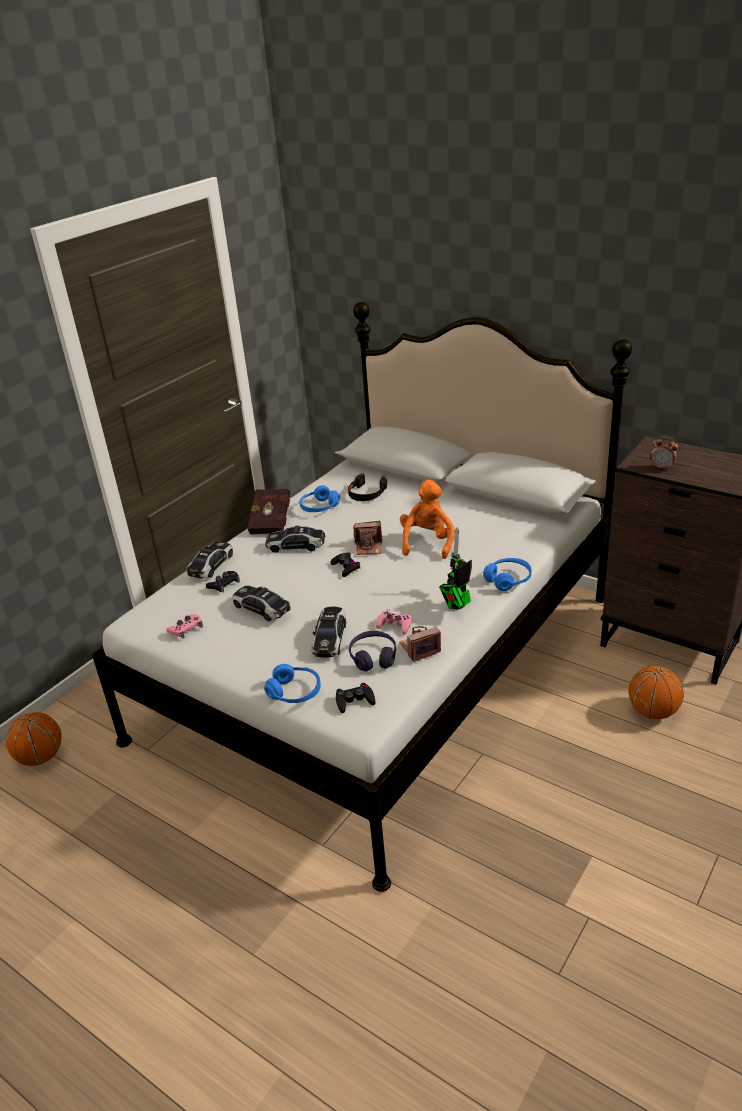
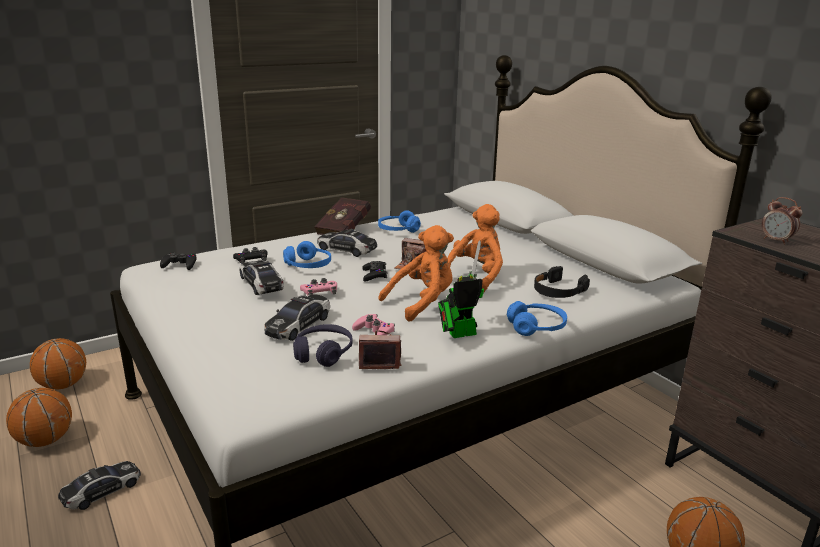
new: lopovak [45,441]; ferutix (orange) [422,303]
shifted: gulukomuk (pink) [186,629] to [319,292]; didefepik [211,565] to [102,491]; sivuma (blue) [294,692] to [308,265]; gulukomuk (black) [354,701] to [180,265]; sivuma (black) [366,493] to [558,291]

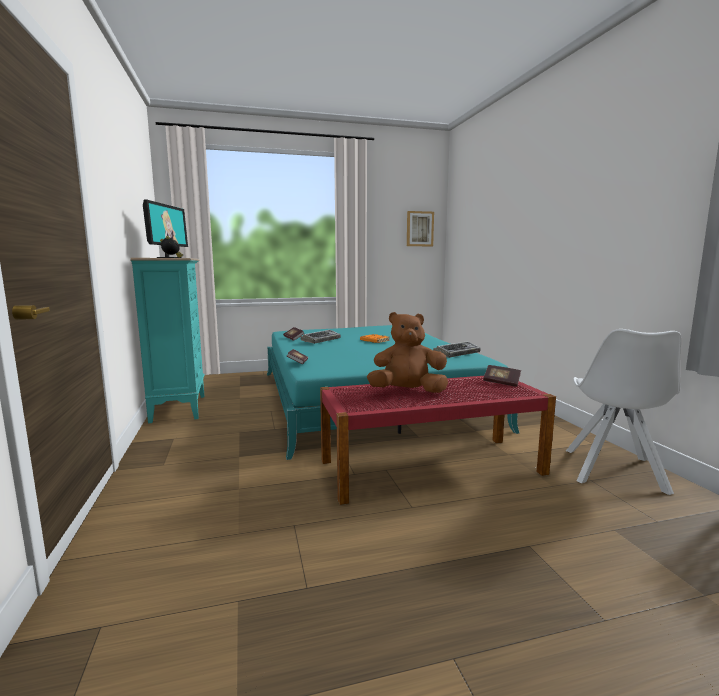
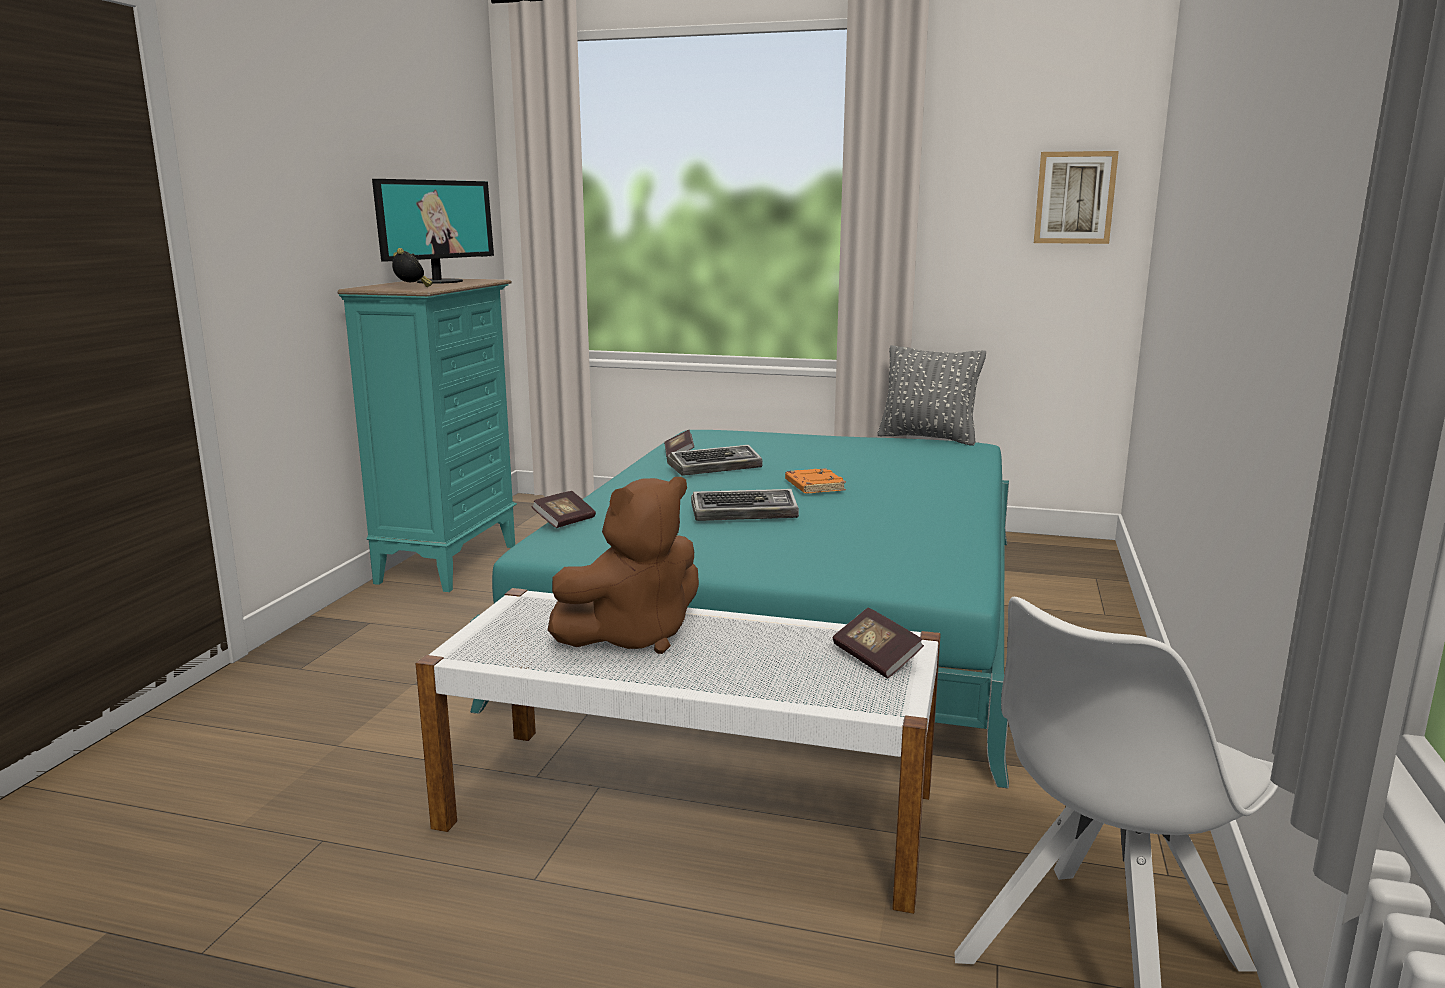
new: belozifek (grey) [928,438]
shifted: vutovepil [457,353] to [745,513]
repainted: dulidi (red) [431,467] to dulidi (white) [689,807]
rotated: ferutix (brown) [407,392] = [633,636] 120 degrees clockwise

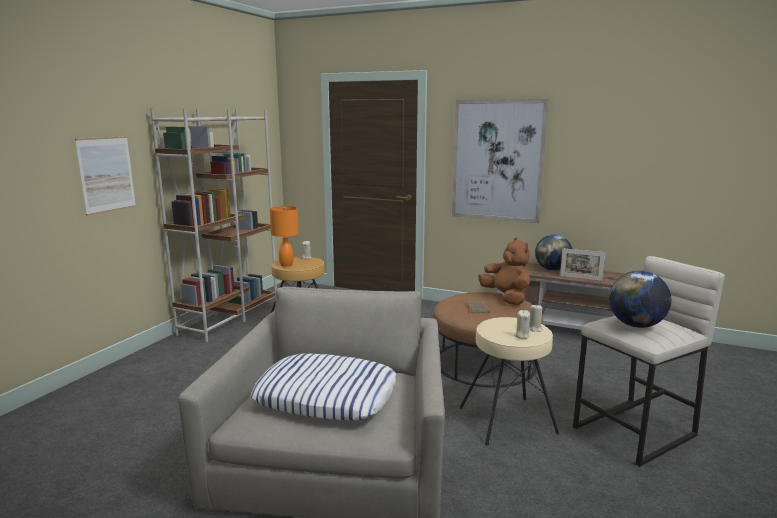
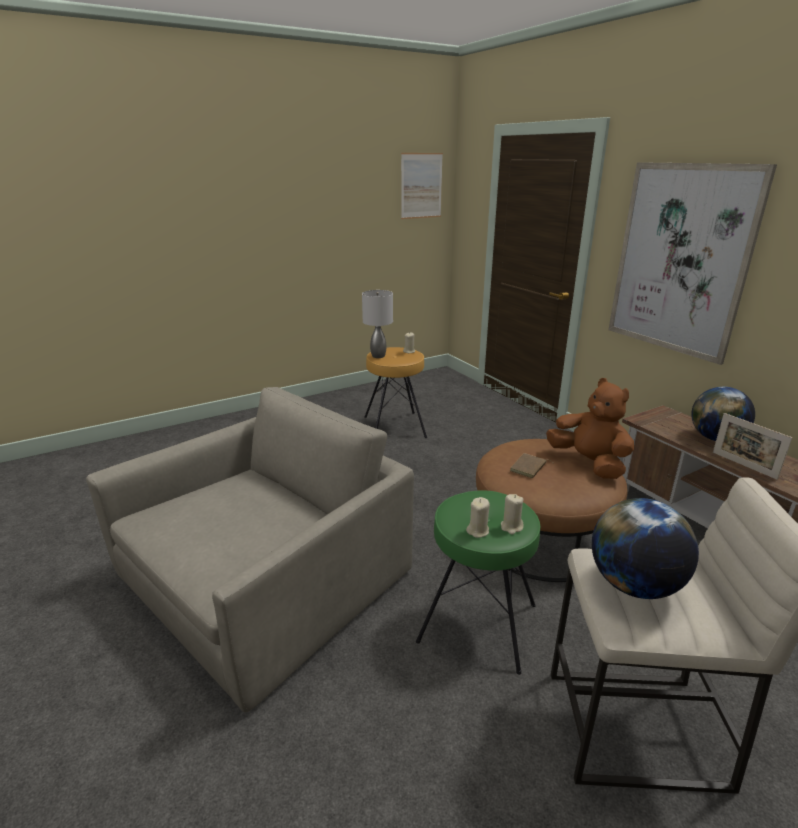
gone: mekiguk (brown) [230,318]; belozifek [327,396]
shifted: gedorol [106,174] to [421,186]
repainted: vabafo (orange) [286,265] to vabafo (grey) [378,356]; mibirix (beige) [507,420] to mibirix (green) [478,624]
rotated: ferutix (brown) [506,298] = [589,463] 45 degrees counterclockwise

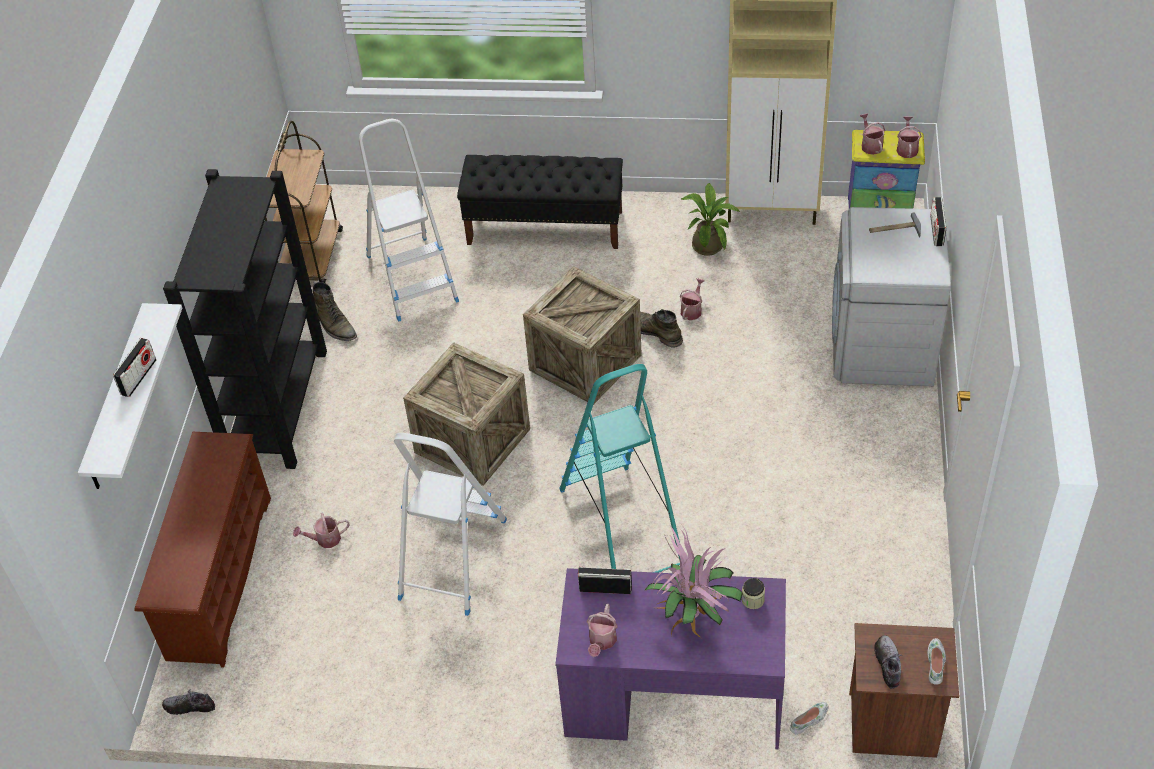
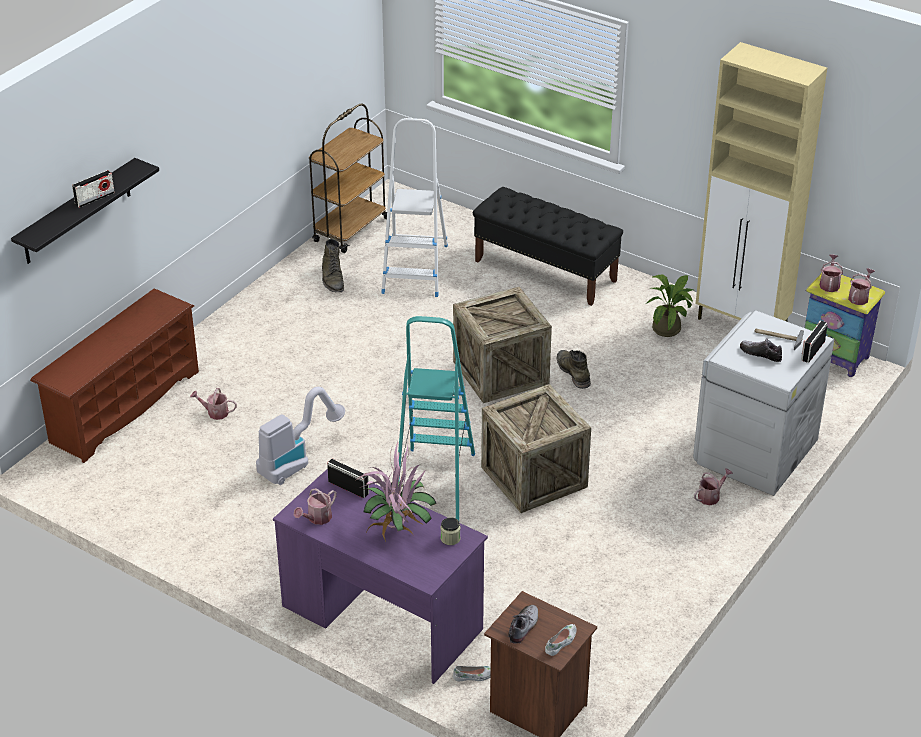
gone: mekiguk (black) [277,406]
shifted: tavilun [189,706] to [760,354]; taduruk [472,440] to [534,477]; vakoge [692,310] to [711,496]
swapped: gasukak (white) [453,557] to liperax [297,460]
repainted: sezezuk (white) [117,399] to sezezuk (black) [77,212]

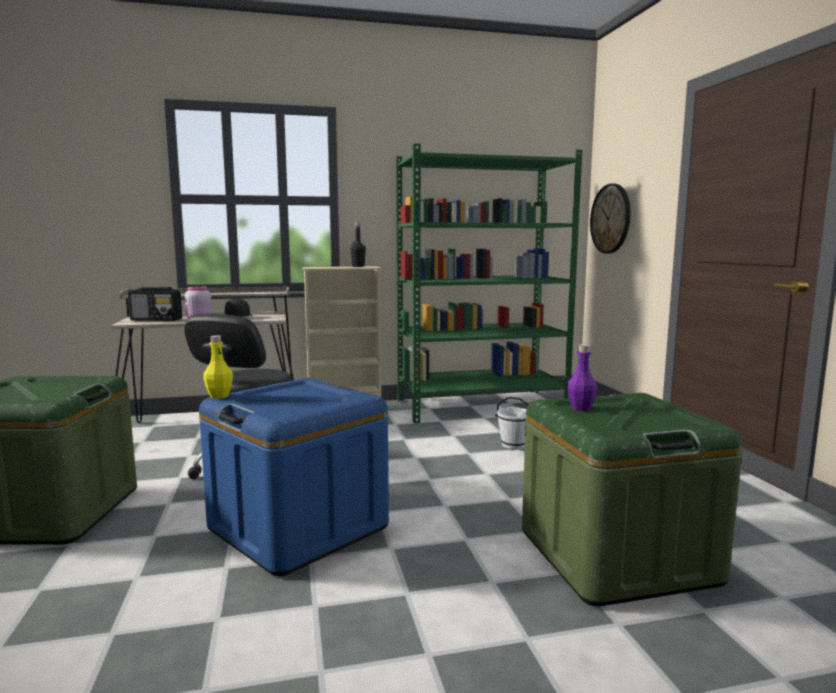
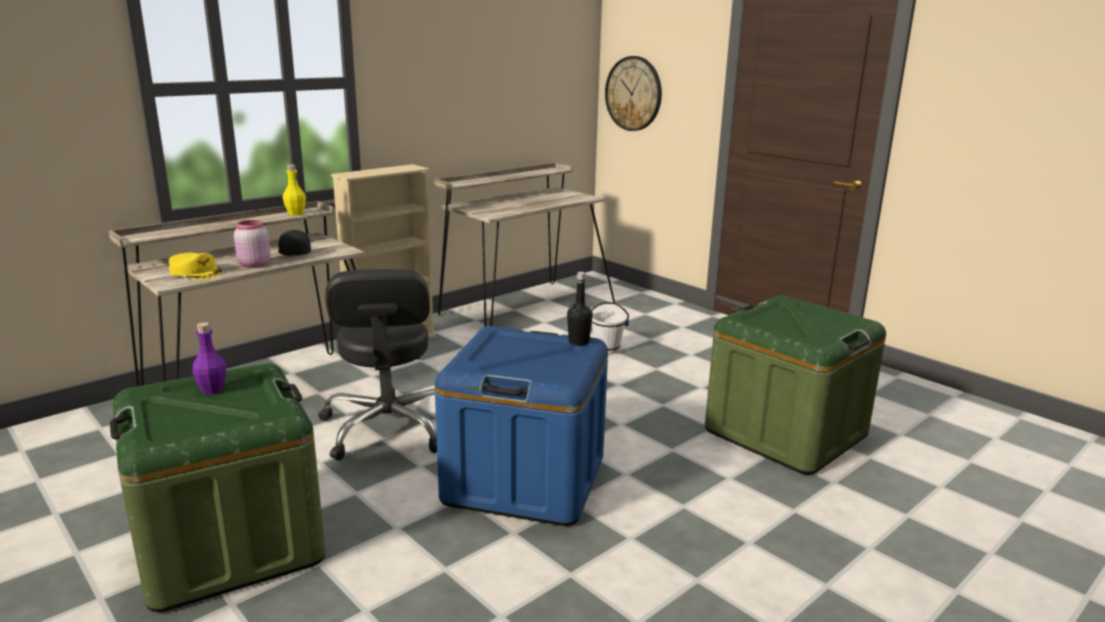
shifted: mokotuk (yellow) [219,396] to [295,214]; mokotuk (black) [358,266] to [578,342]; mokotuk (purple) [581,408] to [212,390]
swapped: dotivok [157,320] to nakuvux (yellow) [196,272]; mekiguk (green) [480,406] to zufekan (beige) [524,308]

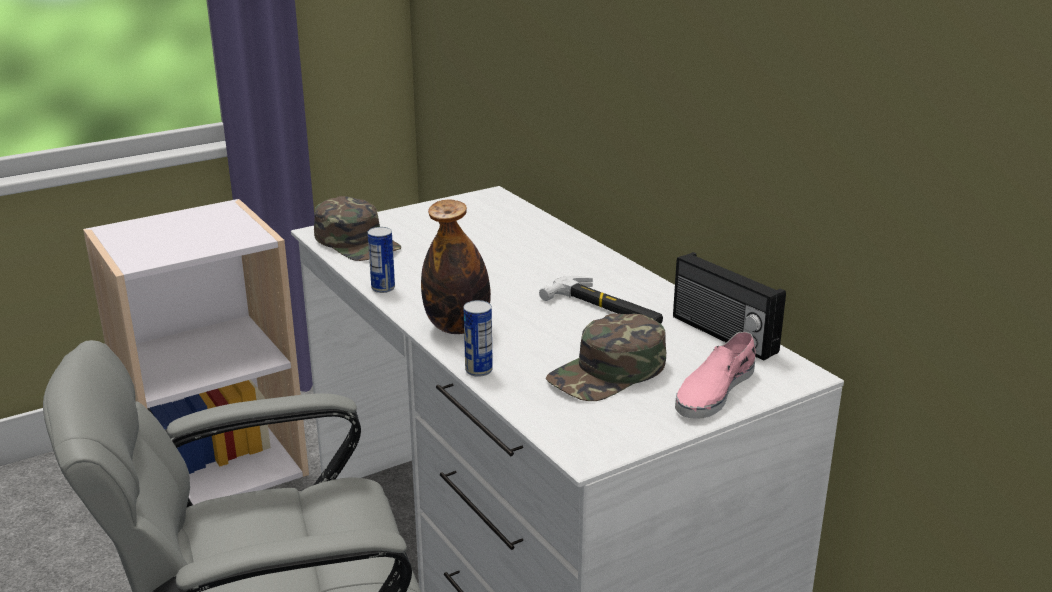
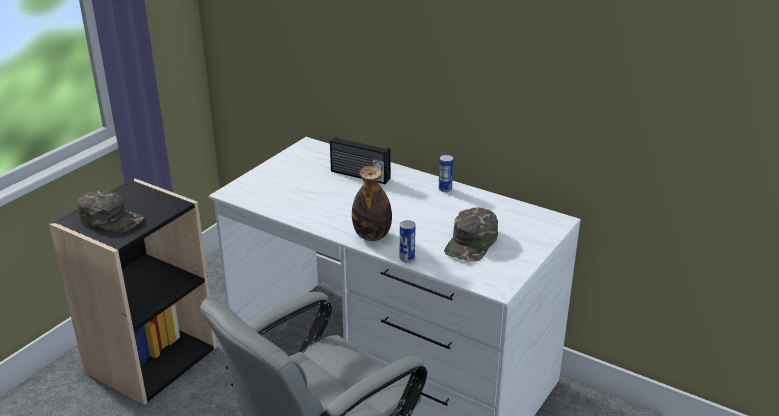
gone: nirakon [605,309]; tavilun (pink) [714,391]
shifted: nakuvux (green) [357,242] to [111,219]; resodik [383,288] to [445,189]; dotivok [722,335] to [359,175]
repainted: mekiguk (white) [218,466] to mekiguk (black) [151,358]

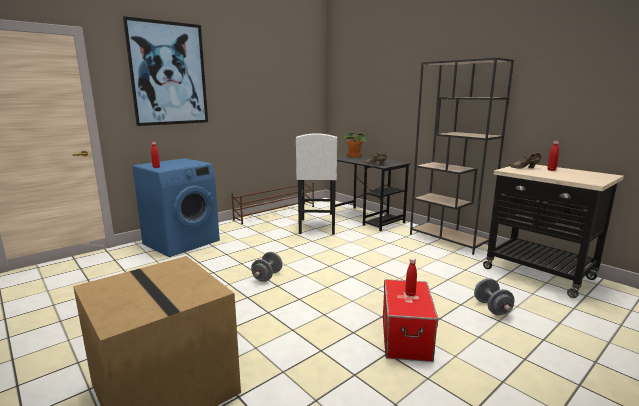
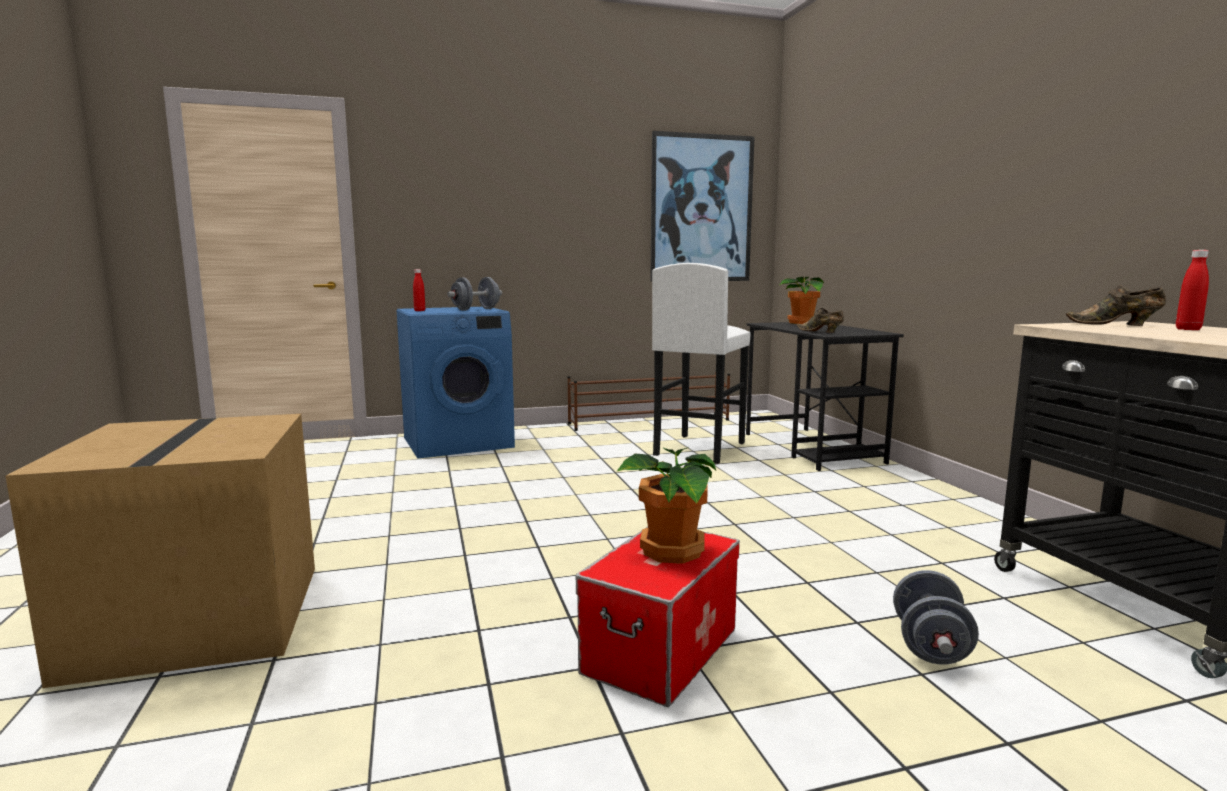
gone: mekiguk [449,240]
shifted: gedorol [168,74] to [701,209]; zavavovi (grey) [267,276] to [476,309]
swapped: mokotuk (red) [410,294] to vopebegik [671,552]

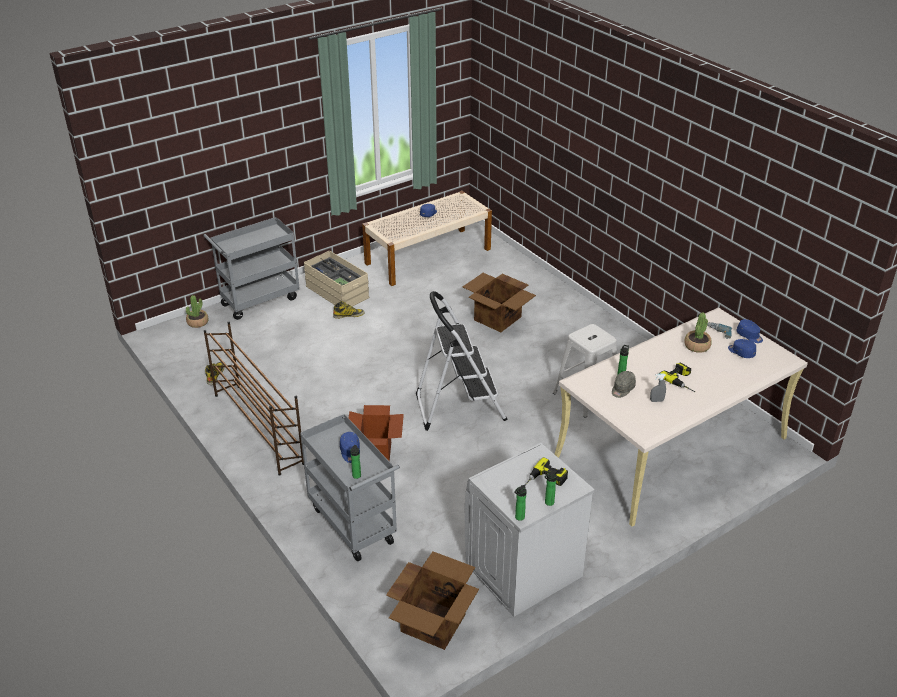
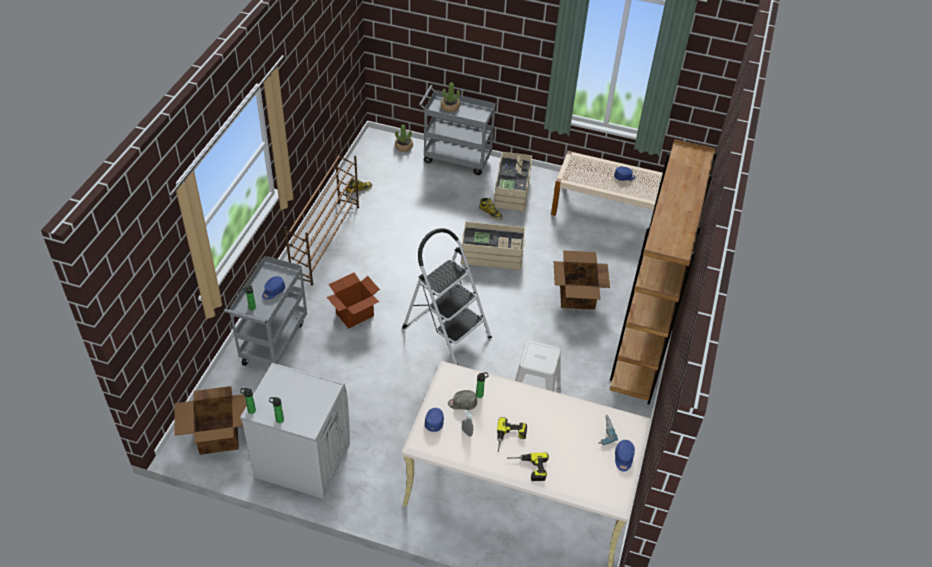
new: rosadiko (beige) [492,254]; mekiguk (brown) [641,347]
shifted: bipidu [545,481] to [528,468]; vopebegik [697,346] to [450,107]; nakuvux (blue) [741,352] to [434,421]

